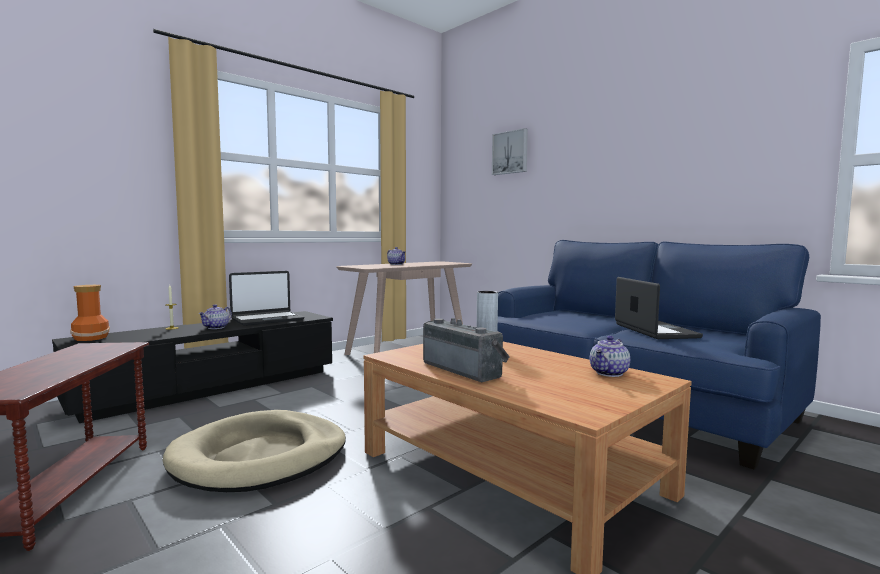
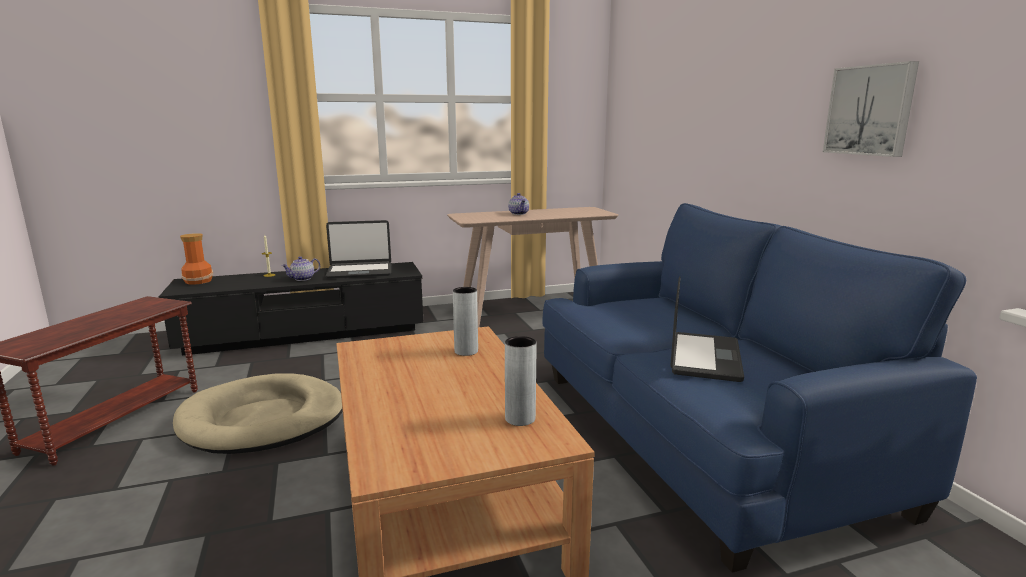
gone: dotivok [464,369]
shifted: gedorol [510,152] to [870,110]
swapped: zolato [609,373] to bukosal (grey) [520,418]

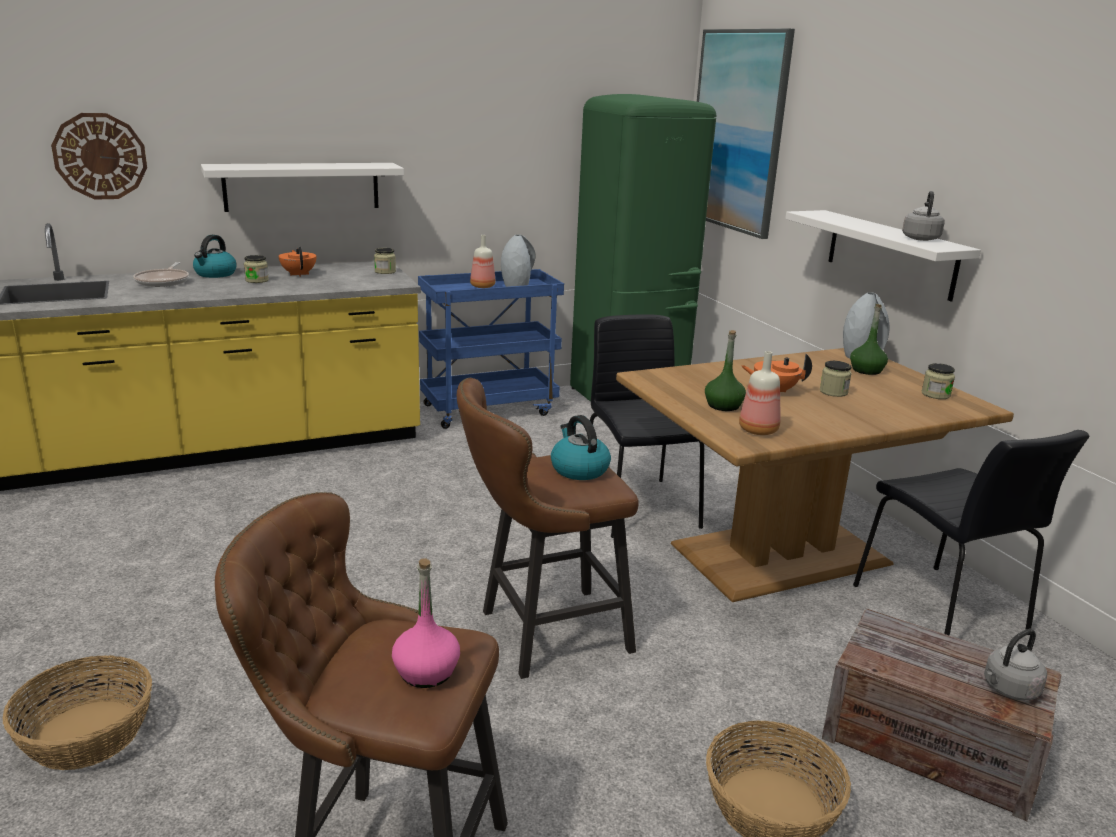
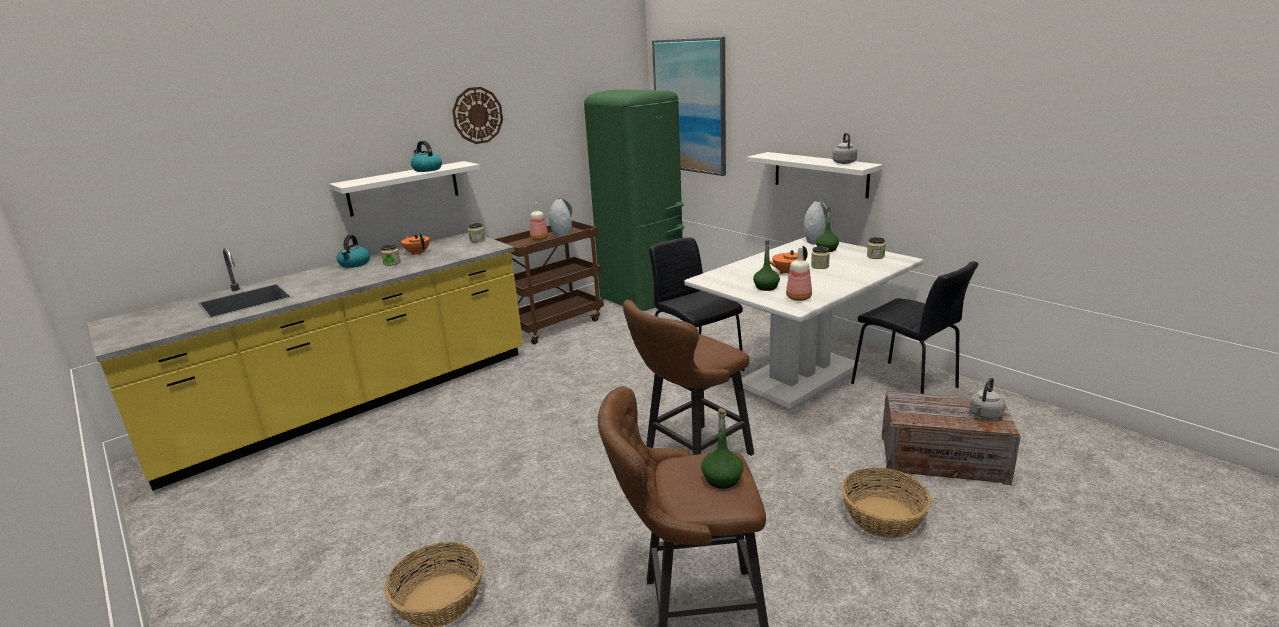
gone: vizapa [164,281]
shifted: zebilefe [100,156] to [477,115]; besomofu [579,469] to [427,169]
repainted: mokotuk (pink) [426,672] to mokotuk (green) [722,479]; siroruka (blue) [489,409] to siroruka (brown) [555,324]; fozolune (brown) [782,555] to fozolune (white) [801,376]

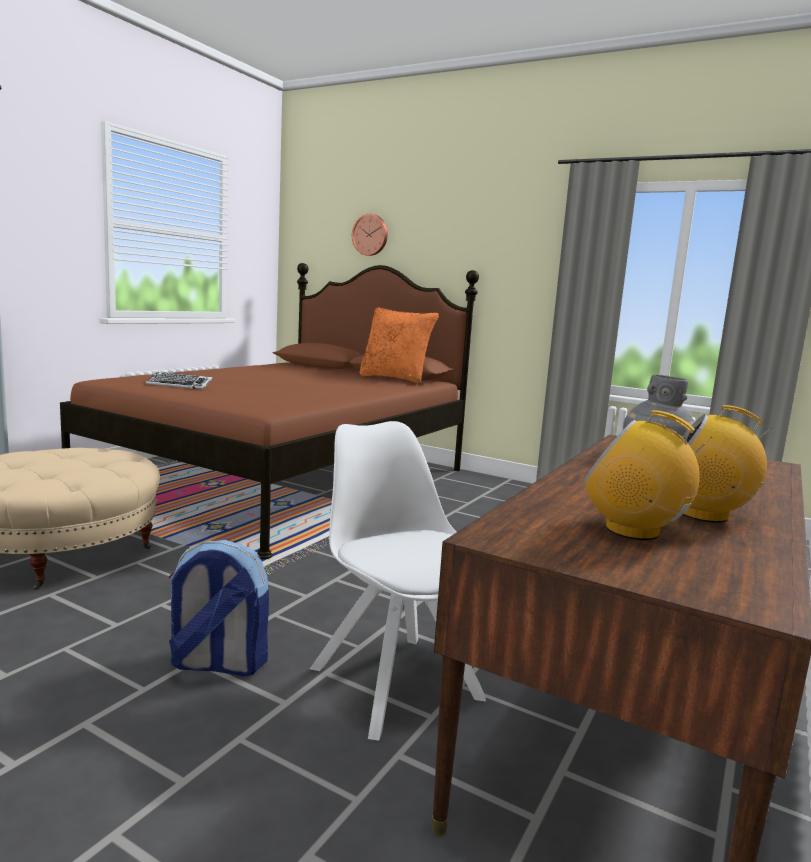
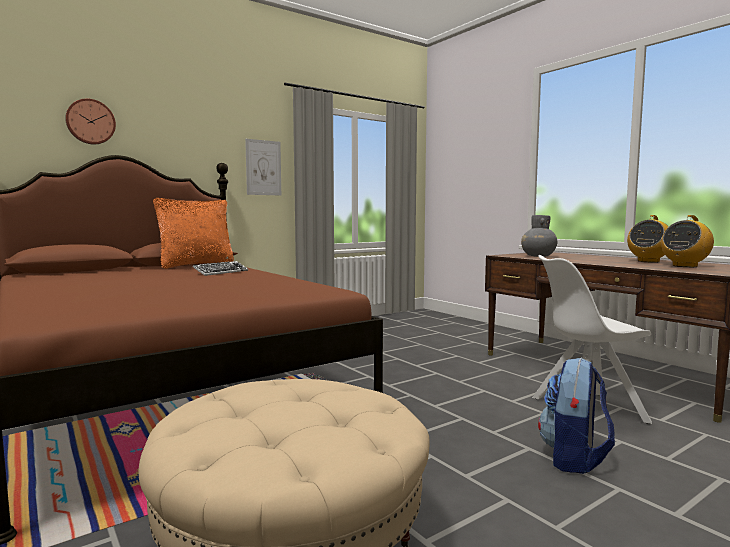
new: gedorol [263,167]
shifted: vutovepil [179,385] to [221,272]

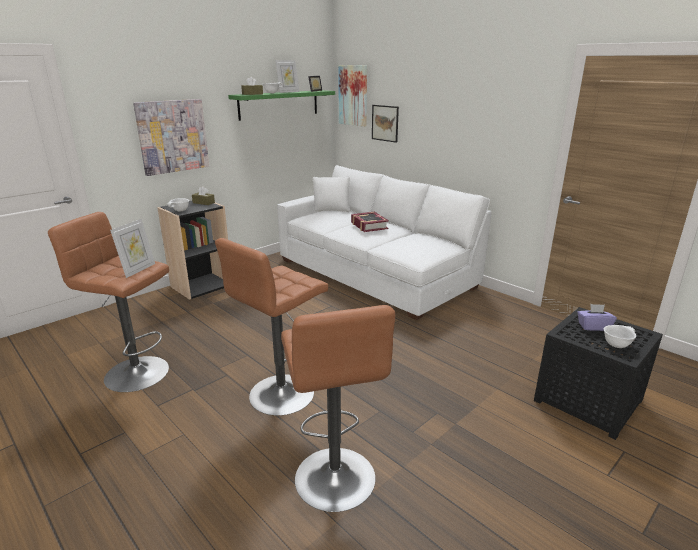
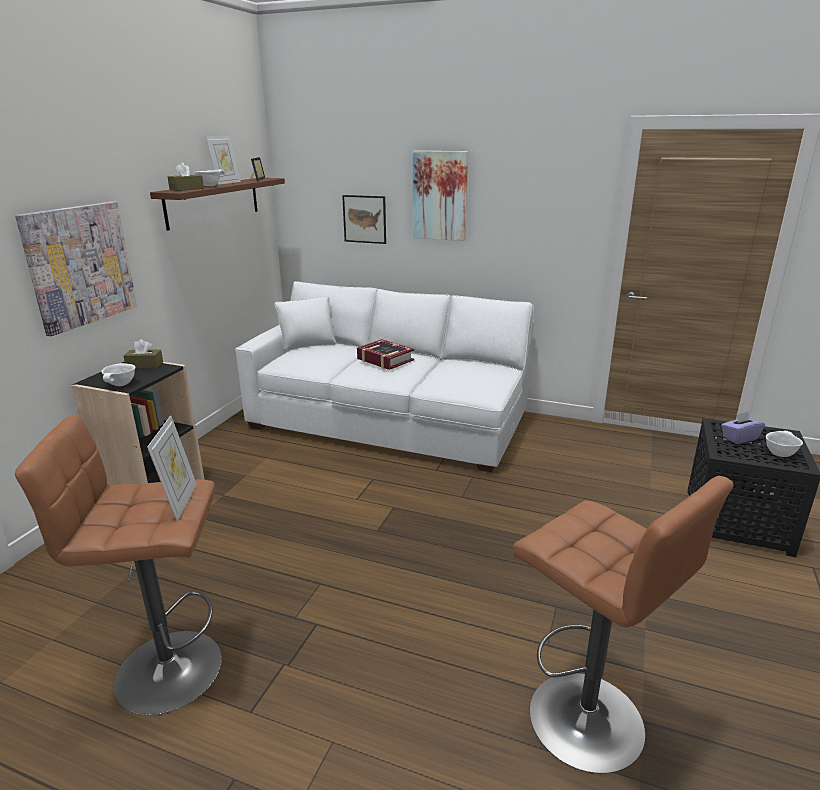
gone: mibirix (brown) [280,394]
shifted: gedorol [353,95] to [440,196]
repainted: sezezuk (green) [279,104] to sezezuk (brown) [213,202]

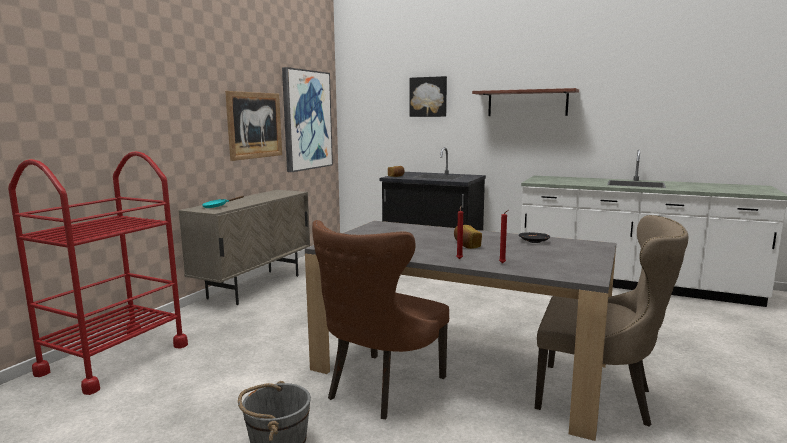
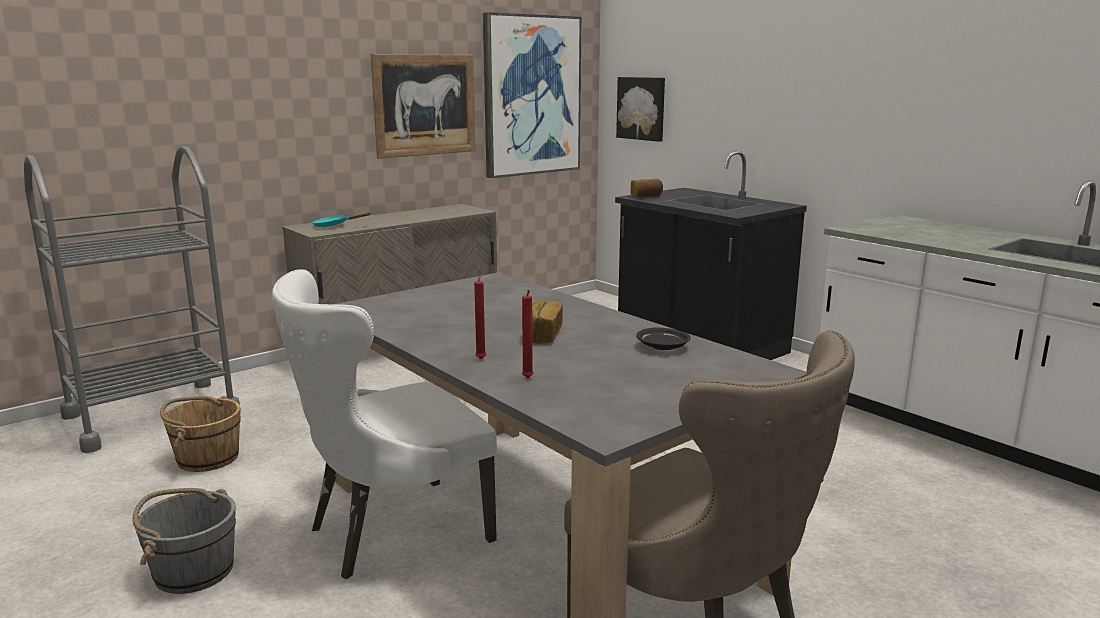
gone: sezezuk [527,103]
new: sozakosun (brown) [207,458]
shifted: gedorol [428,97] to [642,108]
repainted: siroruka (red) [115,359] to siroruka (grey) [152,414]; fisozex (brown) [381,387] to fisozex (white) [392,532]

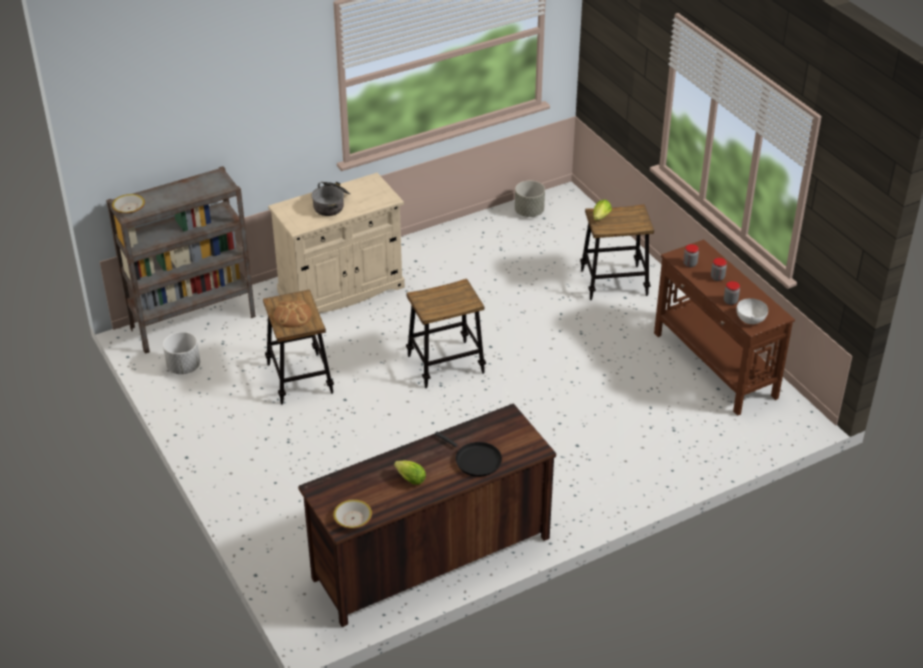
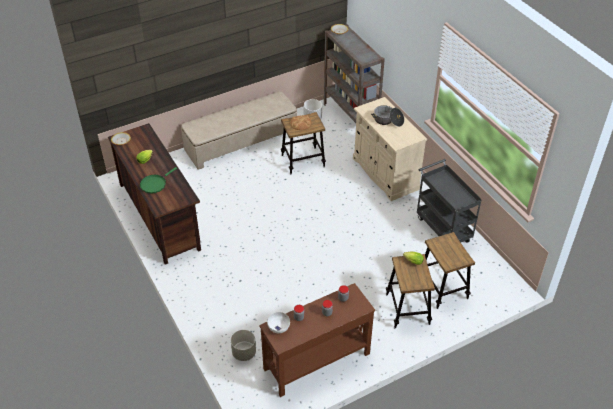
new: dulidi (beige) [241,141]; siroruka (grey) [442,229]
shifted: mibirix [445,364] to [442,288]; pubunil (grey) [529,212] to [244,353]
repainted: vizapa (black) [475,460] to vizapa (green) [154,184]

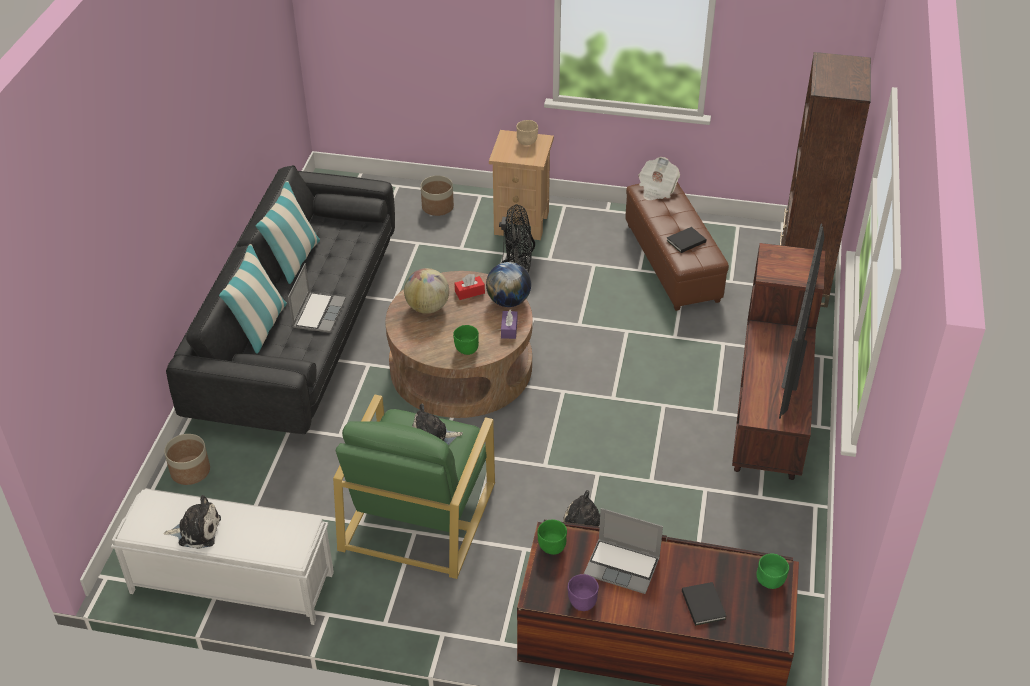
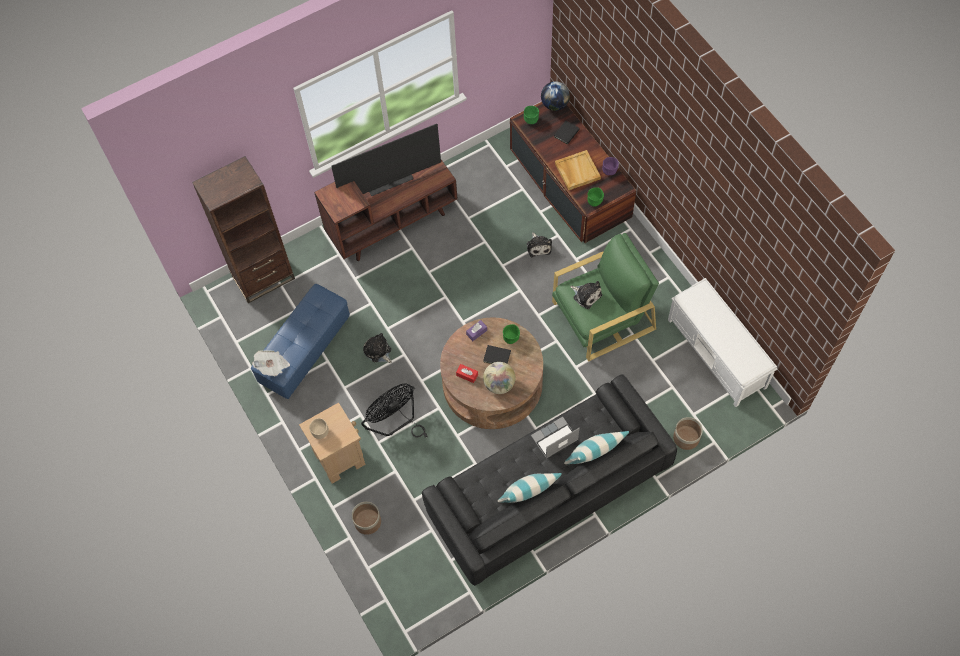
shifted: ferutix [196,531] to [378,351]; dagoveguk [508,301] to [554,104]; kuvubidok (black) [685,241] to [497,357]
swapped: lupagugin [623,566] to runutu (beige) [577,171]
repainted: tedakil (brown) [673,262] to tedakil (blue) [304,349]

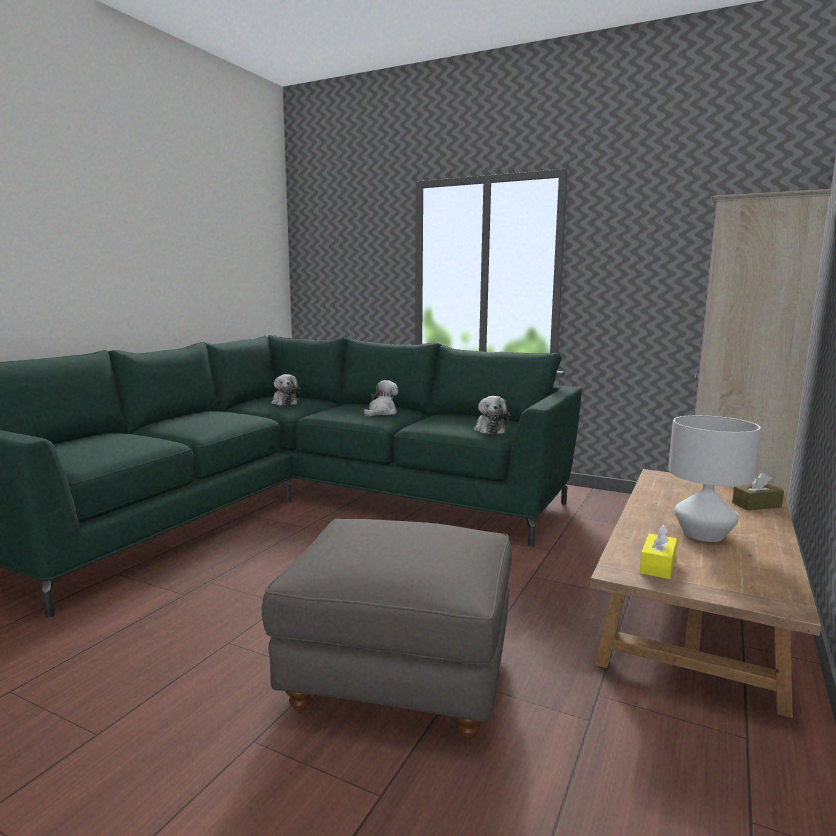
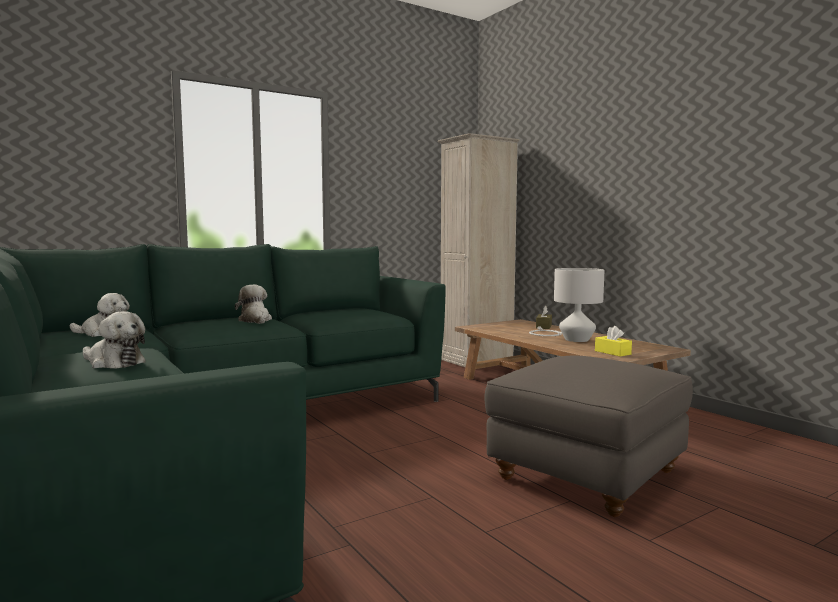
shifted: ferutix [490,429] to [113,363]

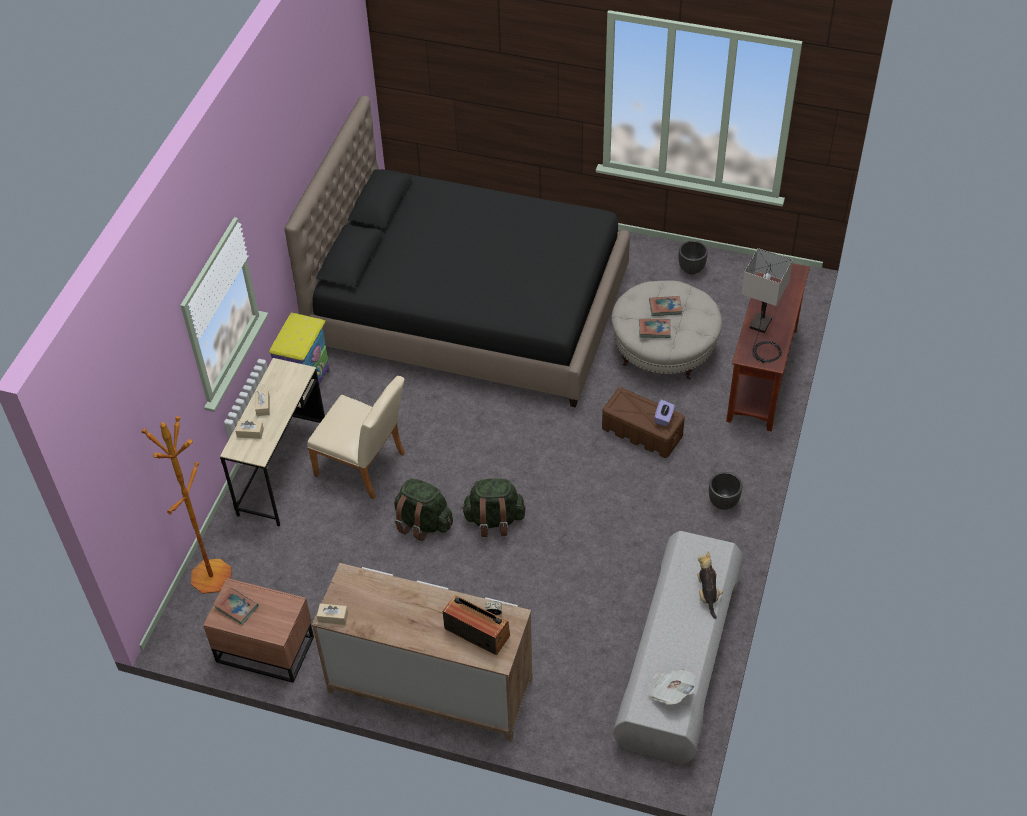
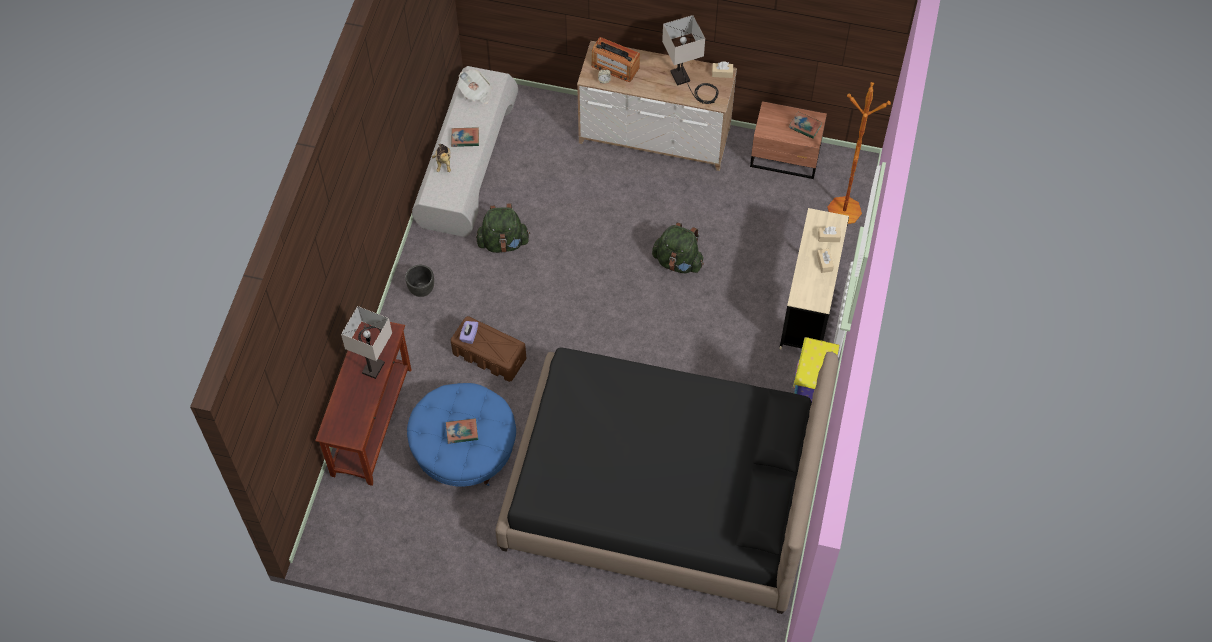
gone: fisozex (beige) [365,466]; pubunil (black) [691,269]
new: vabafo [690,84]
shifted: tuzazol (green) [494,520] to [503,242]; kuvubidok [654,330] to [465,138]
repainted: tedakil (beige) [664,349] to tedakil (blue) [464,449]

